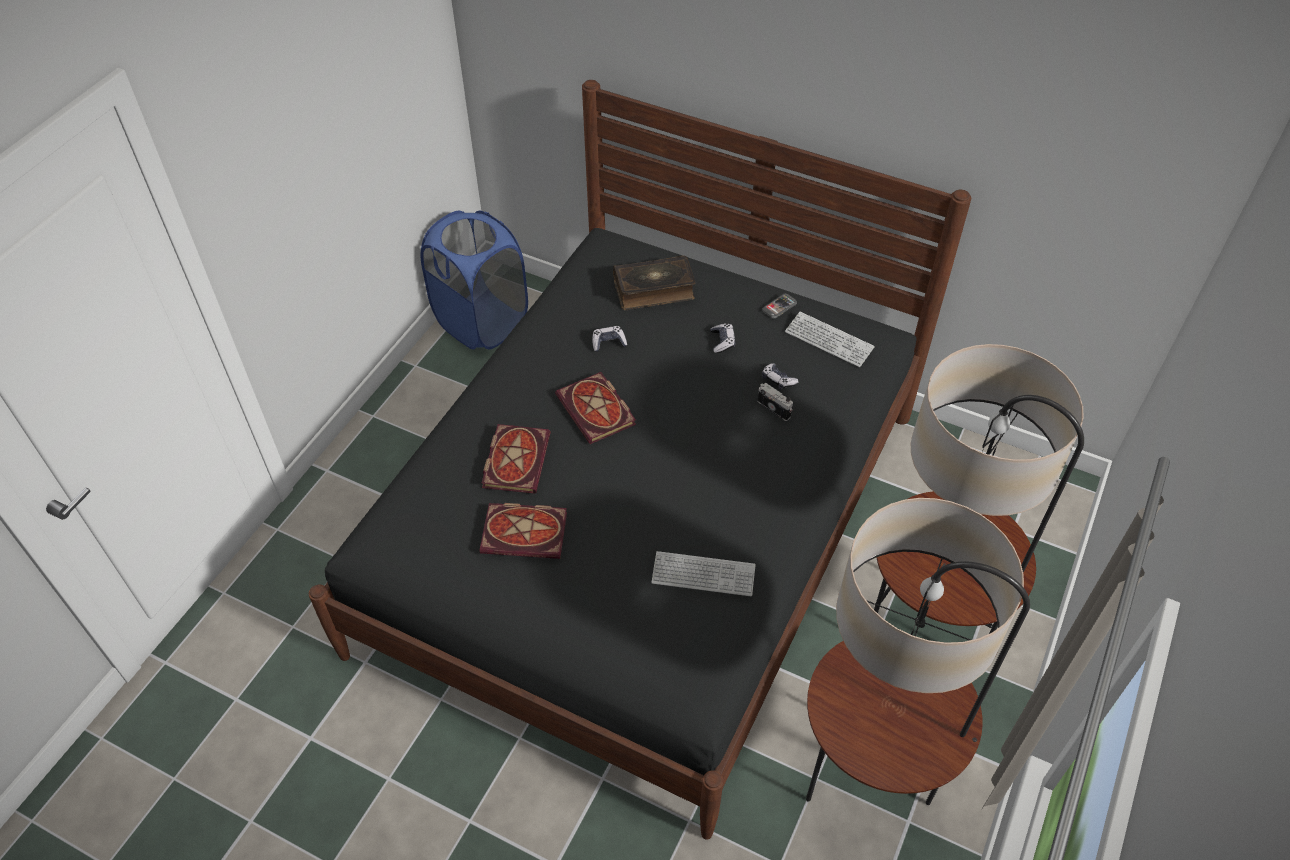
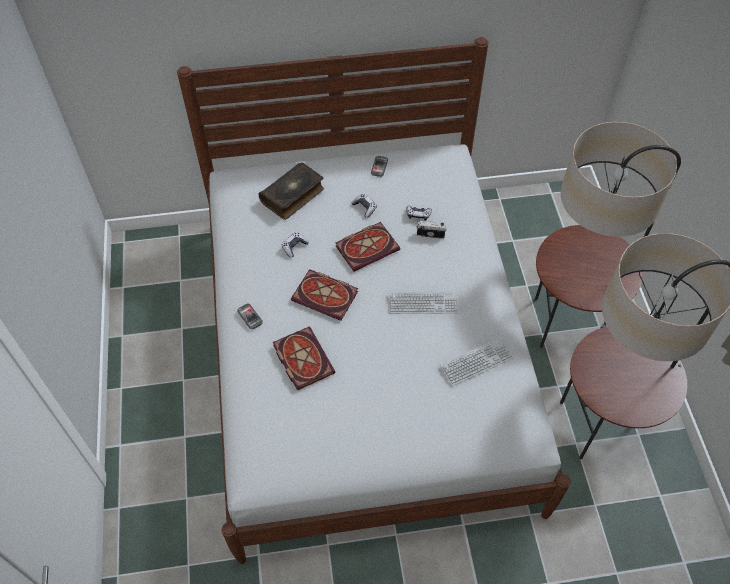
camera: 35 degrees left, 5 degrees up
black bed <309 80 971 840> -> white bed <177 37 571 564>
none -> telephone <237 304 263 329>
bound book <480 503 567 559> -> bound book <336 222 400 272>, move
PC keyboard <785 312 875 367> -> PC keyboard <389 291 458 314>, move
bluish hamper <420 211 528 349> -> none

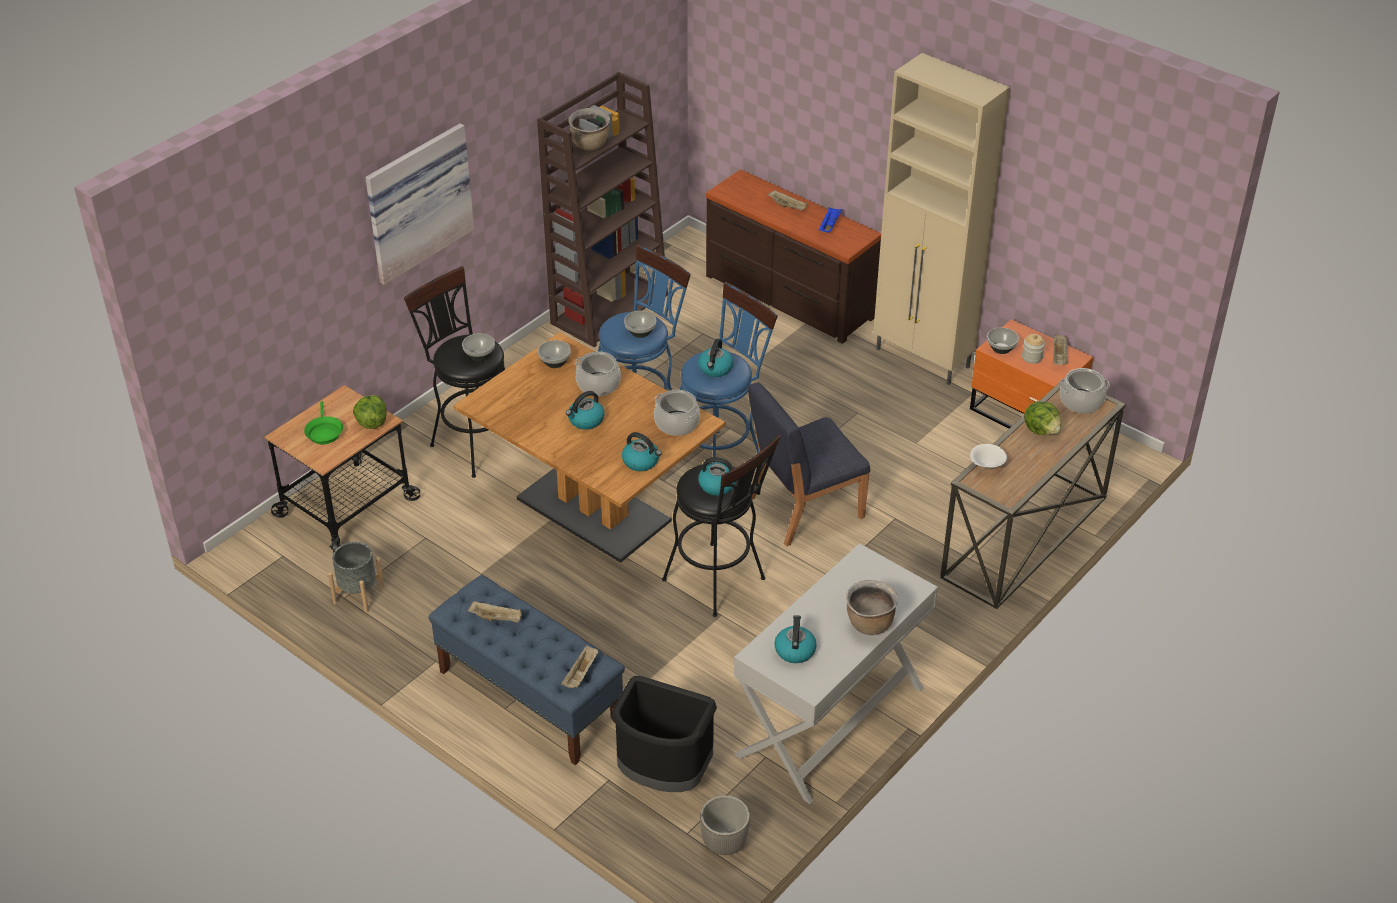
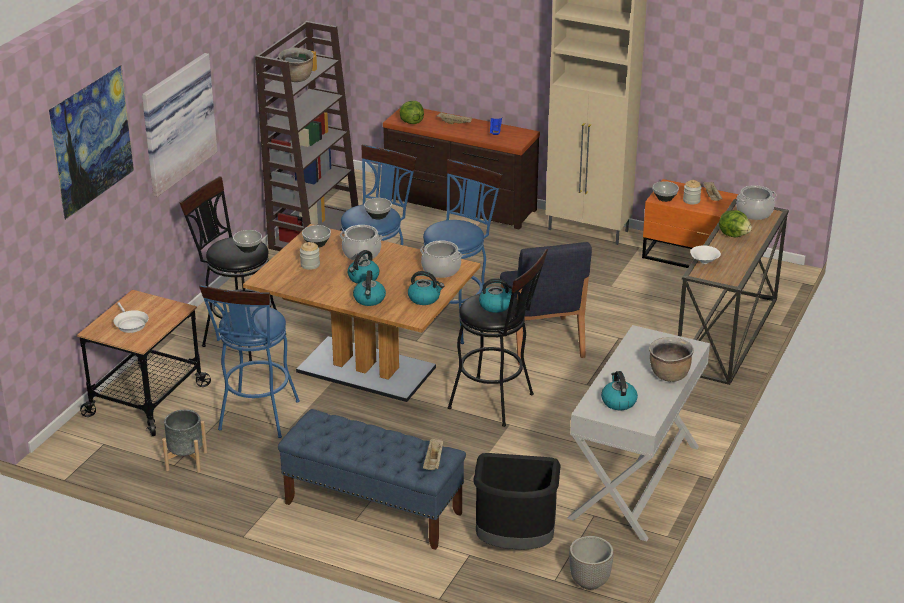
camera: 15 degrees left, 10 degrees down
none -> wall picture <49 65 134 220>
greenish pan <304 401 343 444> -> white pan <113 302 149 333>
none -> bluish sitting stool <199 285 300 438>
none -> preserve jar <300 242 320 270>
tea kettle <698 339 734 377> -> tea kettle <353 271 386 306>, move
head of lettuce <353 395 387 429> -> head of lettuce <400 101 424 124>, move
bluish chair <748 382 870 546> -> bluish chair <500 242 592 366>, 60 degrees counterclockwise
beige carrying tray <468 601 522 623> -> none

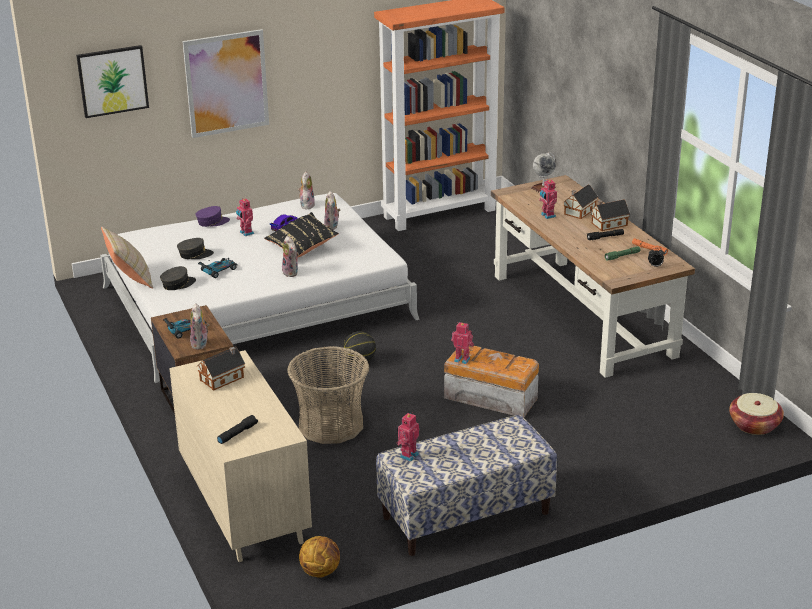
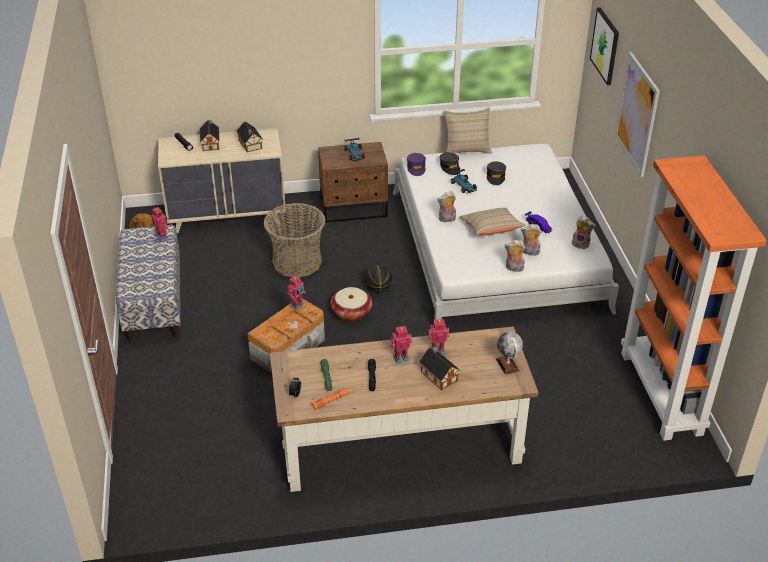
camera: 105 degrees right, 10 degrees up
miniature house <591 200 630 231> -> miniature house <200 120 219 151>, move
household basket <729 393 784 435> -> household basket <331 287 372 322>, move
toy robot <236 198 254 236> -> toy robot <390 326 412 364>, move
purplish baseball cap <195 206 230 227> -> purplish baseball cap <407 153 426 176>, move
black cushion <264 212 339 258> -> beige cushion <459 208 526 235>
cuddly toy <190 304 209 350> -> cuddly toy <504 240 525 272>, move

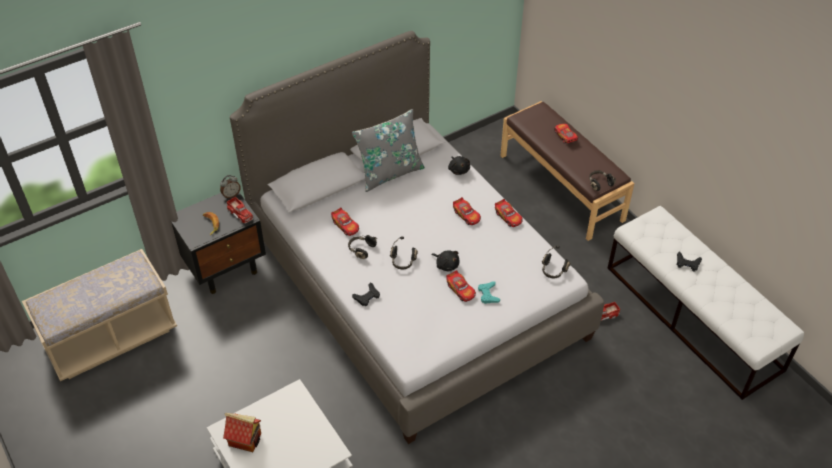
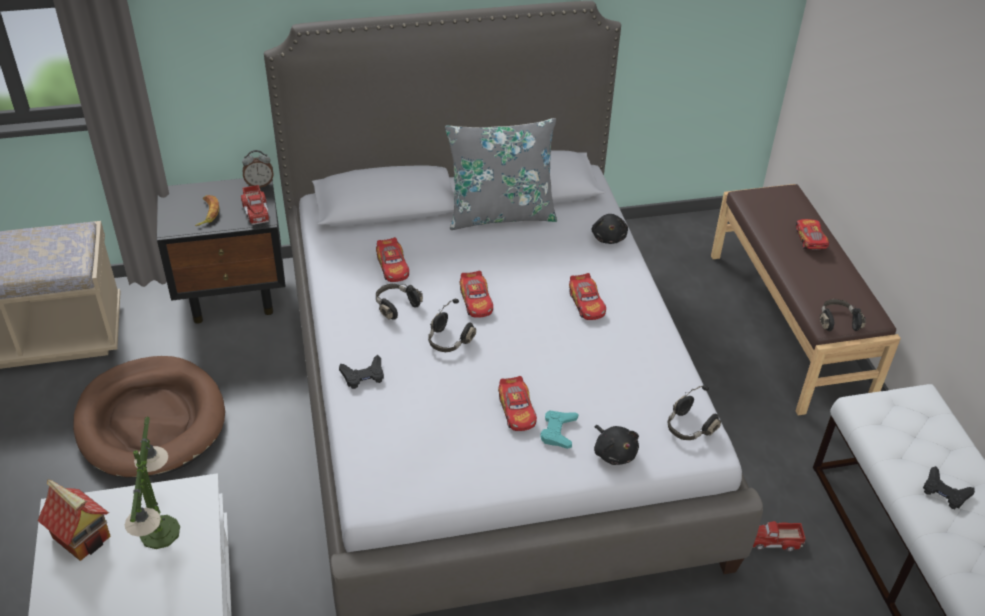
camera: 20 degrees right, 5 degrees down
none -> brown-coloured pet bed <73 356 225 478>
none -> lamp for a table <125 417 180 549>
toy car <495 199 523 227> -> toy car <460 271 493 318>, move
black cuddly toy <432 250 459 271> -> black cuddly toy <594 425 639 465>, move

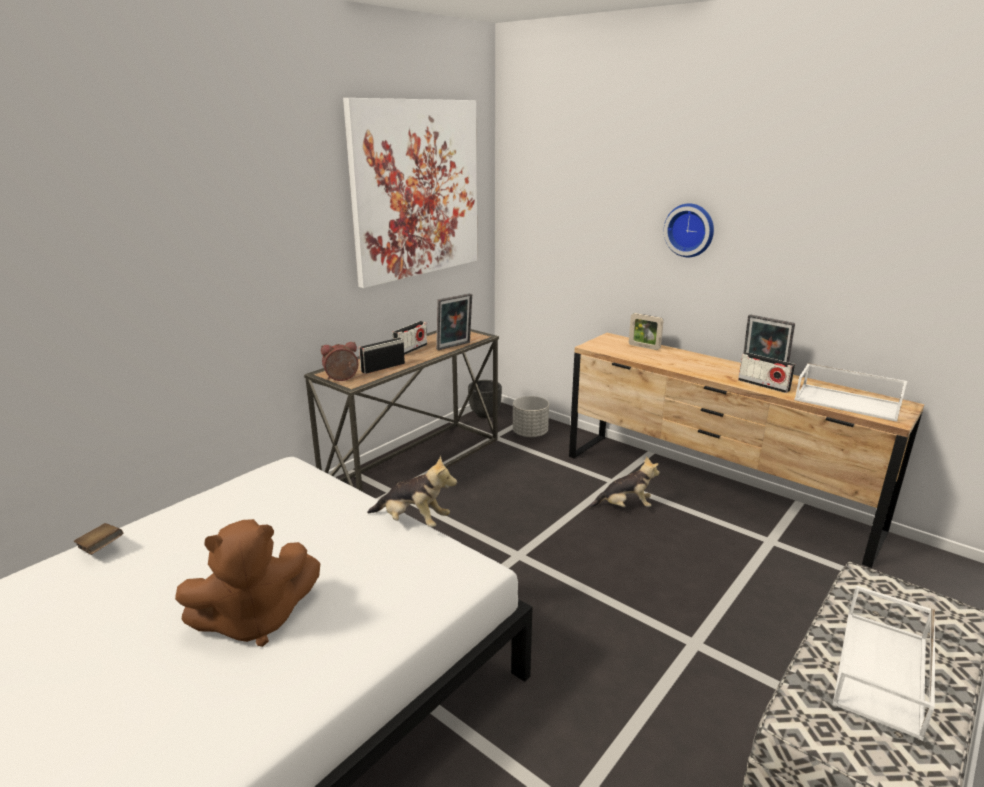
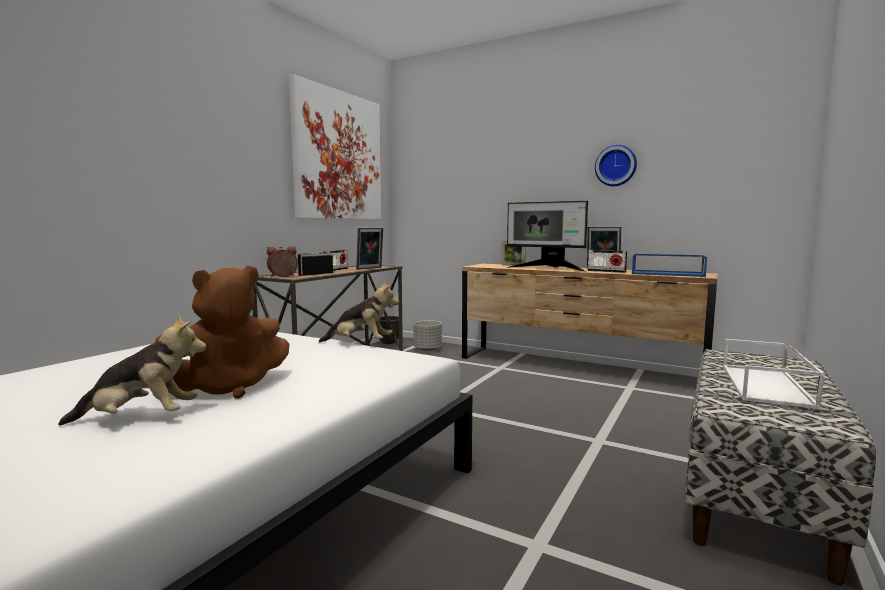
camera: 10 degrees left, 15 degrees down
cuddly toy <590 456 660 508> -> cuddly toy <58 314 207 426>, move
none -> computer screen <506 201 588 272>
hanging clock <664 203 714 257> -> hanging clock <595 145 637 186>, move
white carrying tray <794 363 908 422> -> bluish carrying tray <632 254 707 277>
brown-coloured bound book <74 523 123 555> -> none

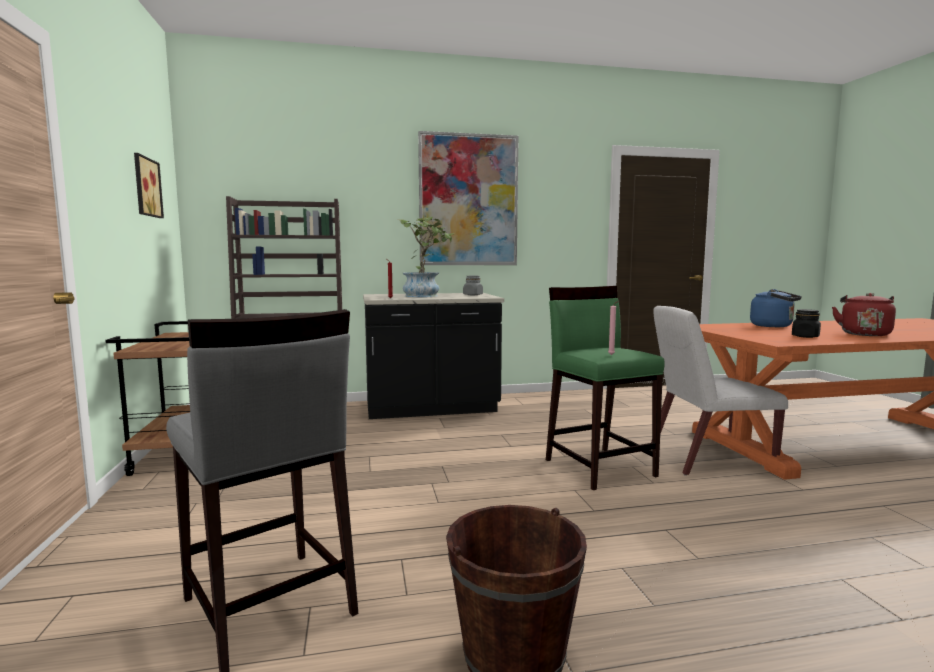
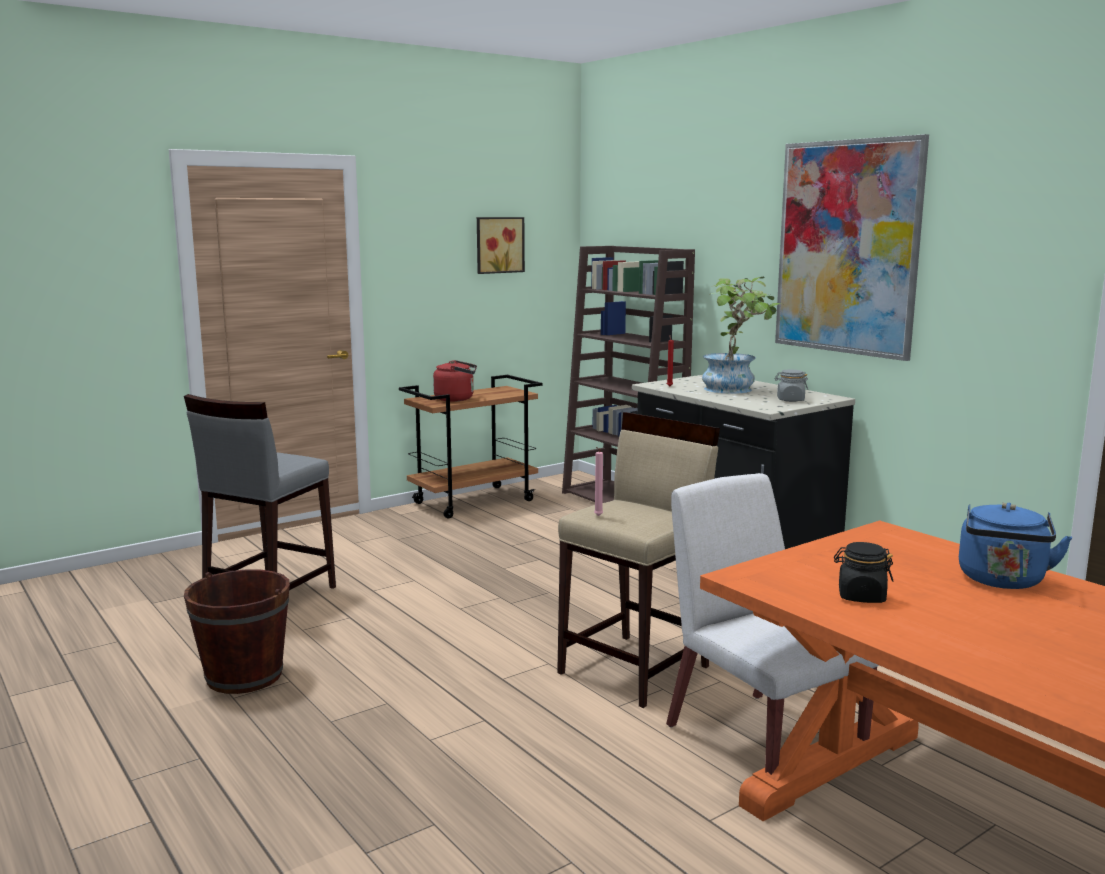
camera: 65 degrees right, 5 degrees up
red-coloured tea kettle <832 293 896 336> -> red-coloured tea kettle <433 360 477 402>, move
greenish sitting stool <546 286 665 490> -> beige sitting stool <557 412 720 708>

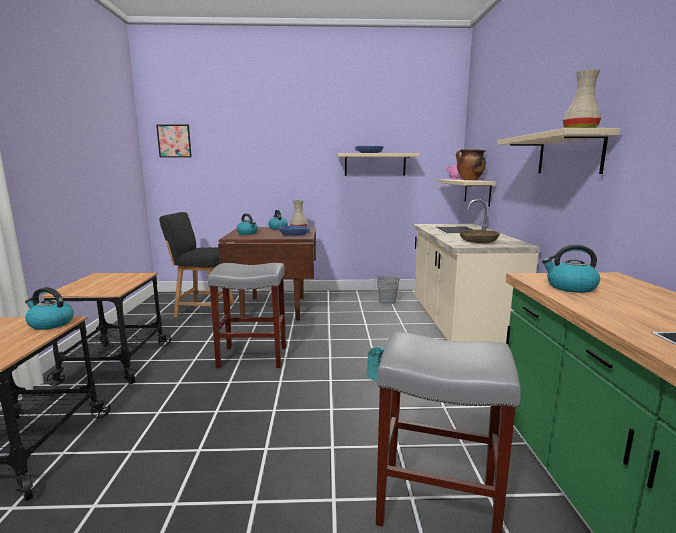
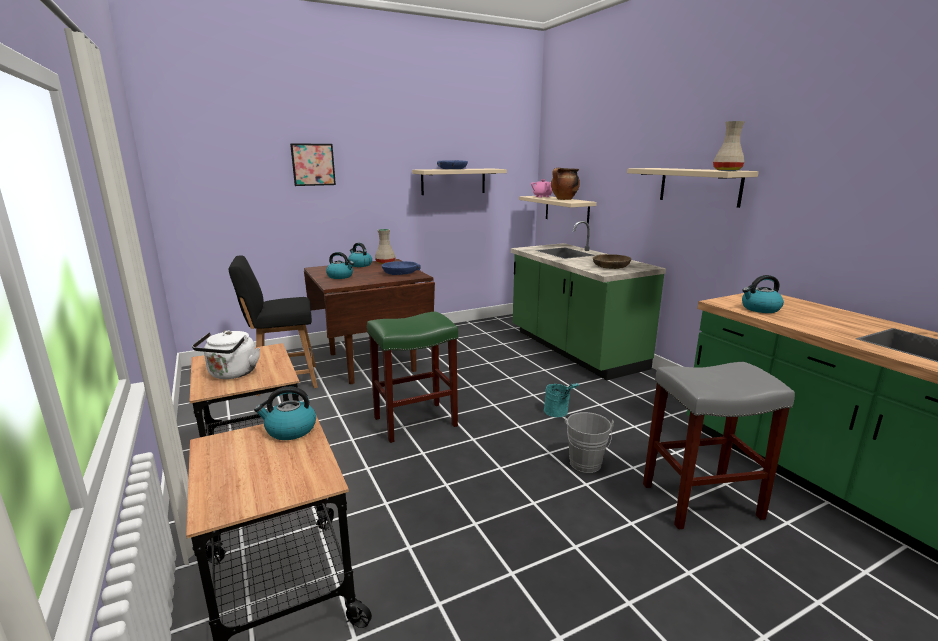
camera: 25 degrees left, 5 degrees up
none -> white tea kettle <192 330 260 379>
wall picture <156 124 192 157> -> wall picture <290 143 336 186>, move
grey sitting stool <208 263 286 368> -> greenish sitting stool <367 312 458 443>
beige kitchen counter <413 199 540 343> -> greenish kitchen counter <511 221 666 380>
grey pail <376 274 400 305> -> grey pail <565 412 614 473>, move

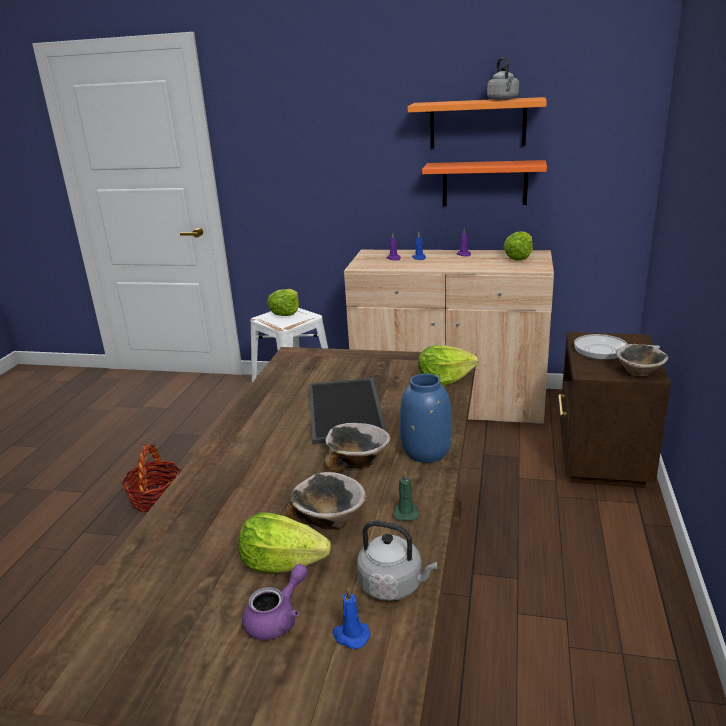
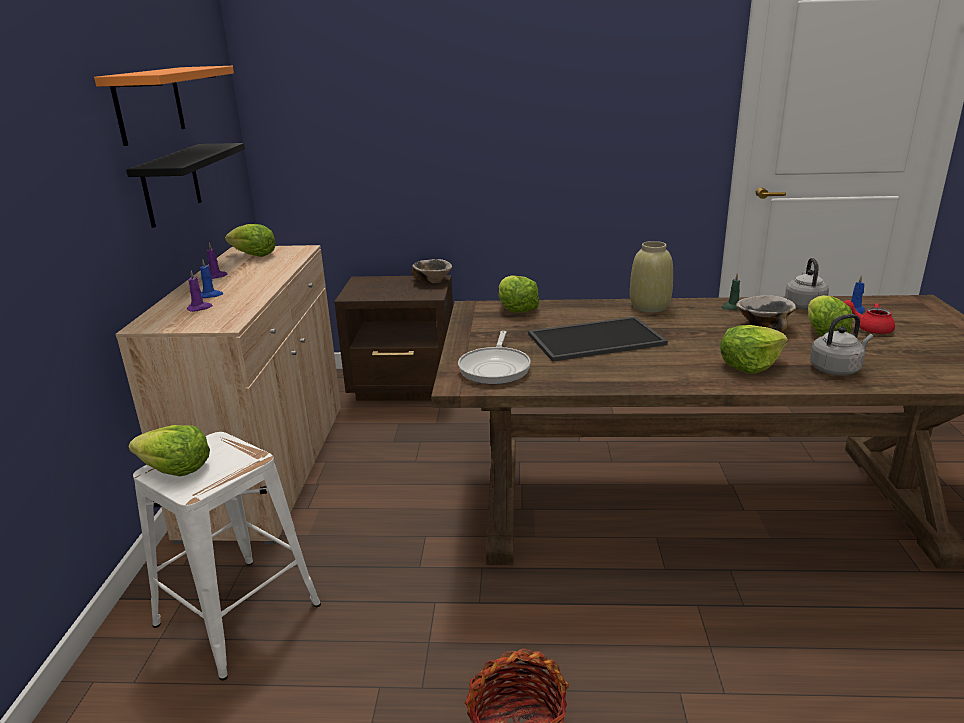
camera: 100 degrees left, 0 degrees up
orange-coloured wall shelf <422 160 547 206> -> black wall shelf <126 143 245 228>
pan <574 334 660 360> -> pan <458 331 531 384>, move
bluish vase <400 374 452 463> -> beige vase <630 241 673 313>
none -> head of lettuce <720 325 788 374>
grey tea kettle <487 57 519 100> -> grey tea kettle <810 314 874 375>, move
purplish teapot <242 564 308 640> -> red-coloured teapot <844 300 895 334>
bowl <324 423 390 472> -> none

